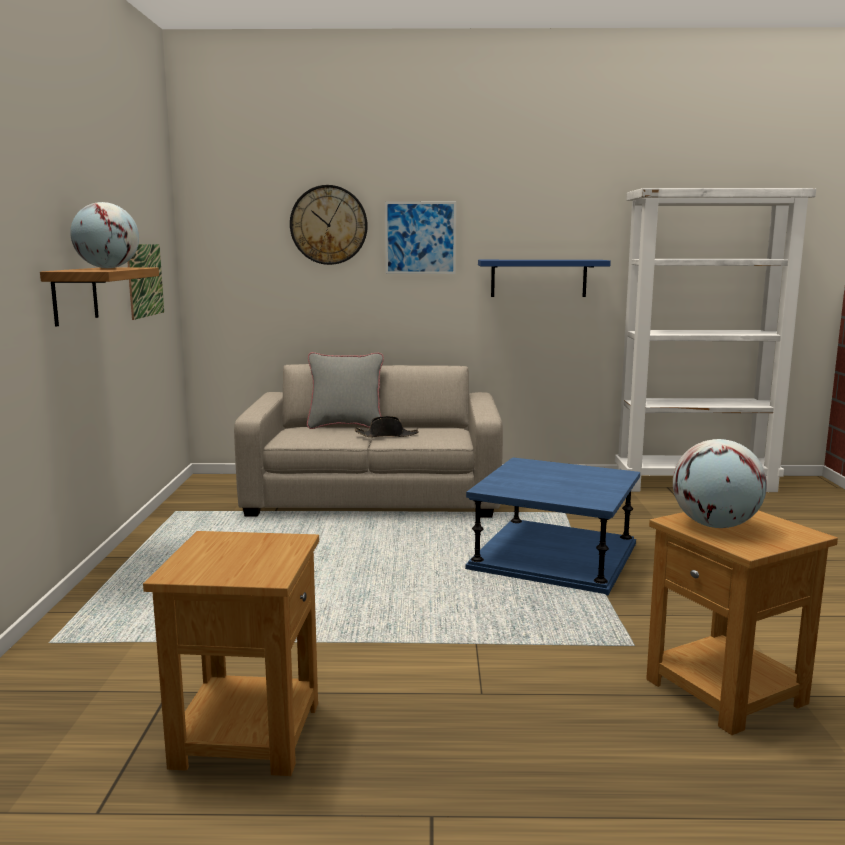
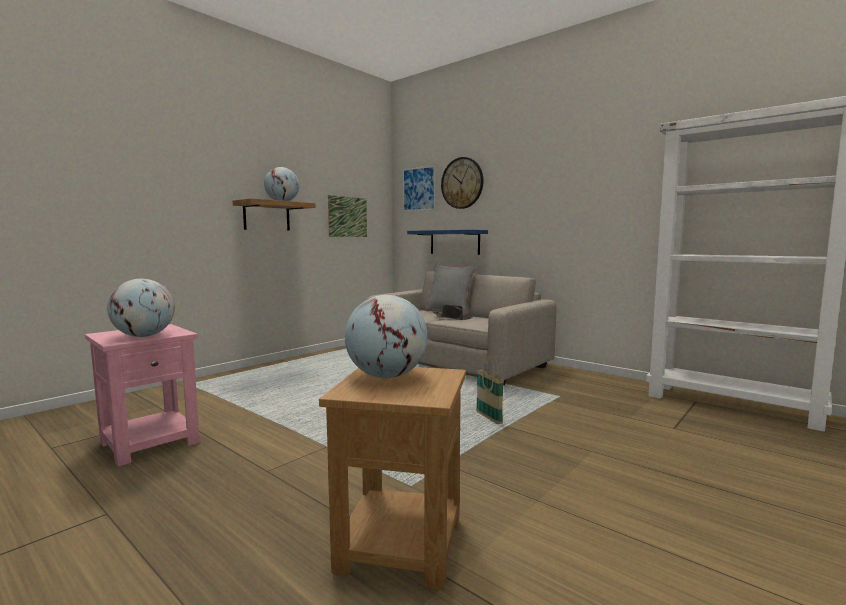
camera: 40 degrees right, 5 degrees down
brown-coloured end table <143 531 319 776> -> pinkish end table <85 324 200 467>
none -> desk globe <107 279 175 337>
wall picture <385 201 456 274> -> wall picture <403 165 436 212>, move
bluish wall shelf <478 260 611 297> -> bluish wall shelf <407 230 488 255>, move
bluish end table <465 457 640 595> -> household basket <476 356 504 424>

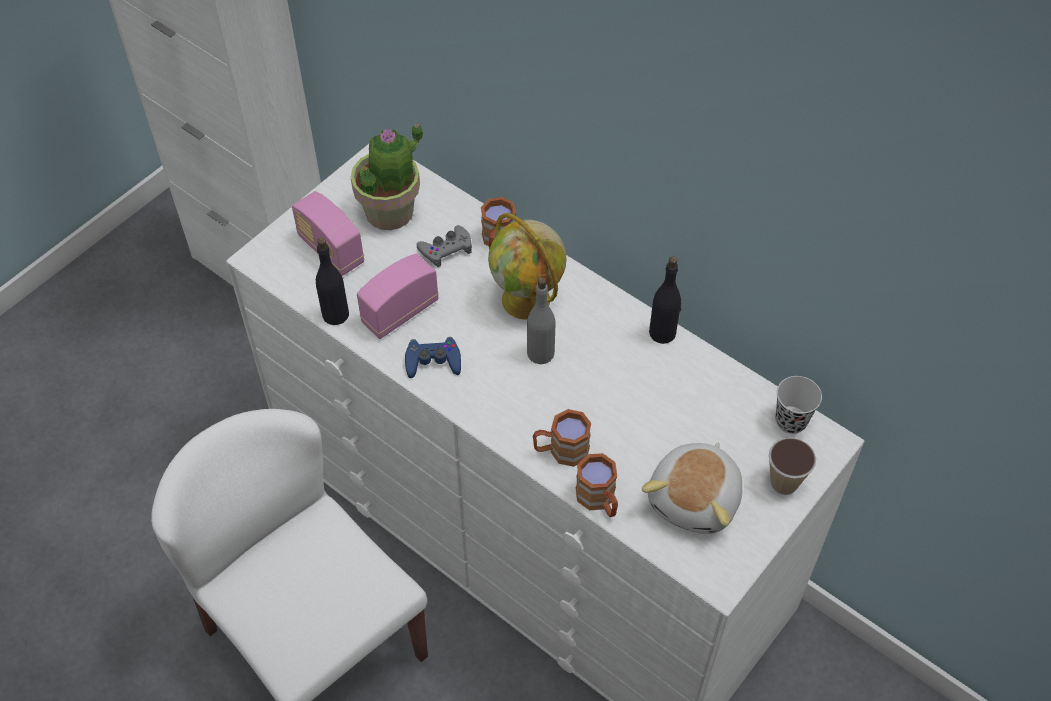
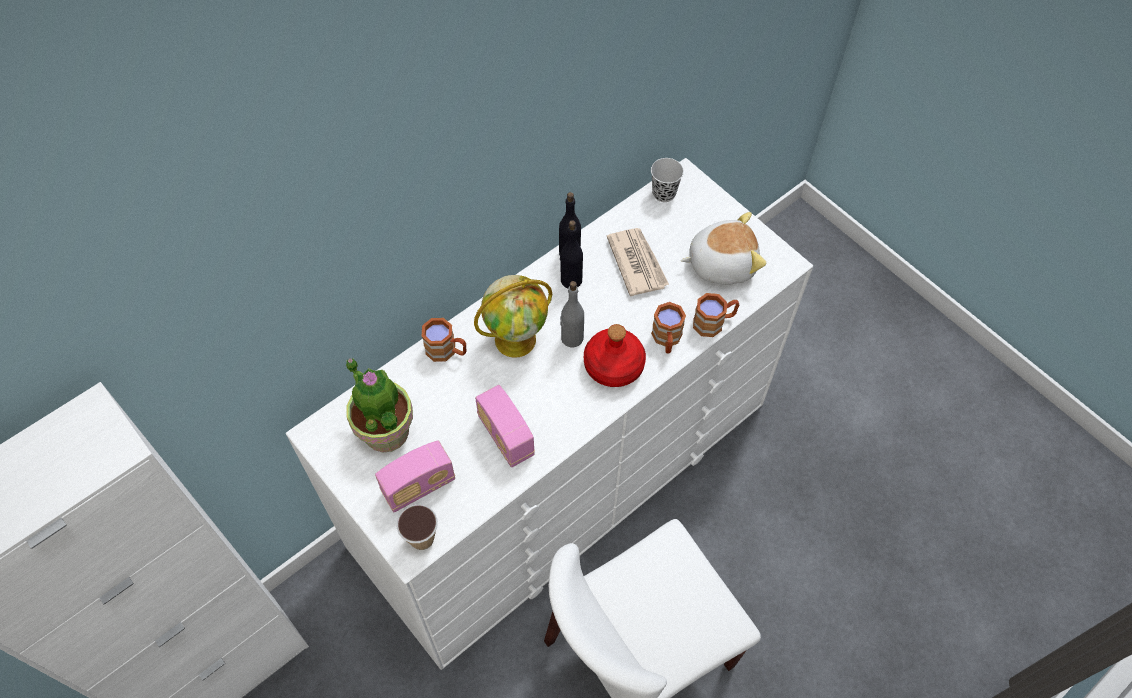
camera: 80 degrees left, 5 degrees up
drinking cup <769 437 816 495> -> drinking cup <397 505 438 550>, move
black beverage bottle <316 237 349 325> -> black beverage bottle <560 220 583 288>, move
none -> red-coloured beverage bottle <584 324 646 387>
none -> printed paper <607 228 669 296>
cuddly toy <642 443 742 534> -> cuddly toy <681 212 766 285>, 45 degrees counterclockwise
bluish gamepad <405 337 461 378> -> none
grey gamepad <417 225 472 267> -> none

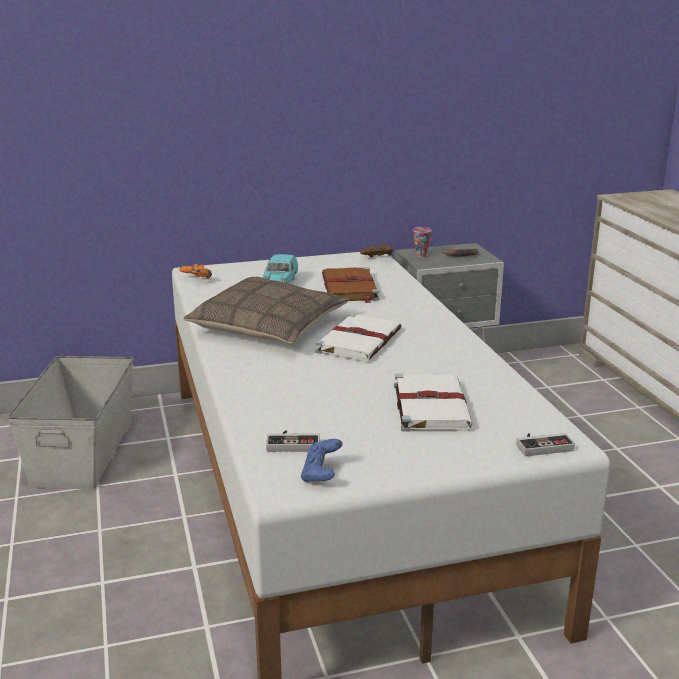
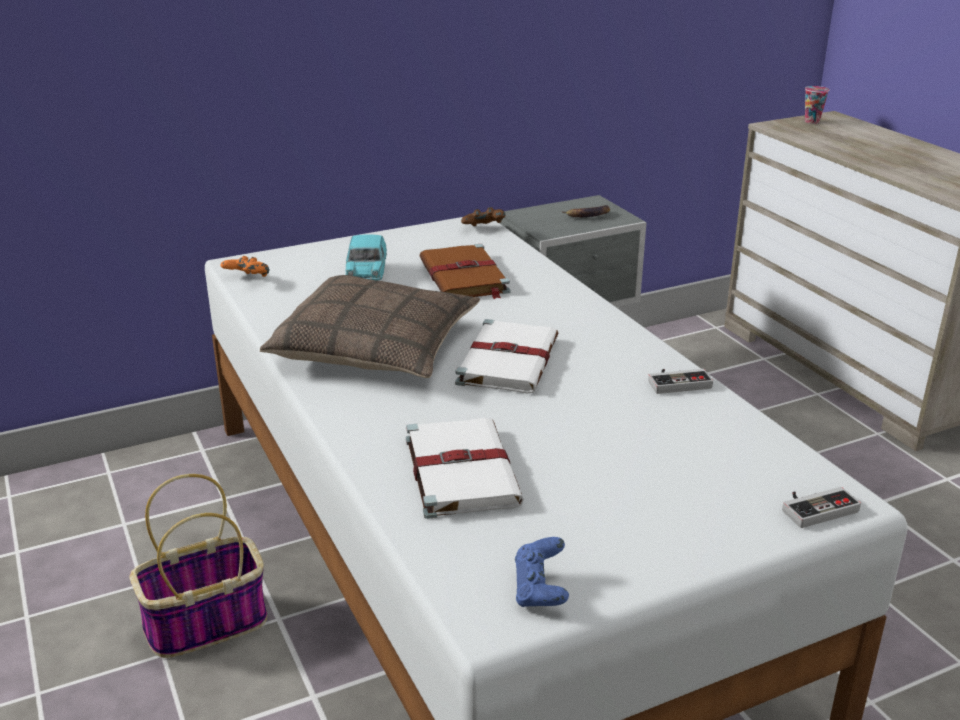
camera: 10 degrees left, 5 degrees up
none -> household basket <129 474 267 658>
white bound book <394 374 473 432> -> white bound book <406 418 524 519>, move
gamepad <266 430 320 452> -> gamepad <648 369 713 394>, move
drinking cup <413 227 432 257> -> drinking cup <805 86 830 124>, move
grey storage bin <7 356 134 489> -> none

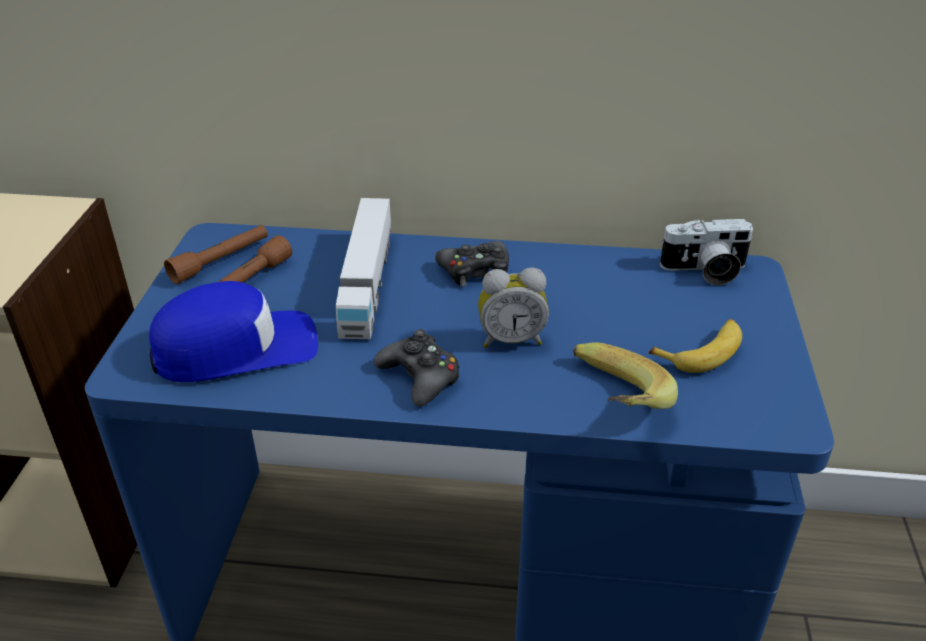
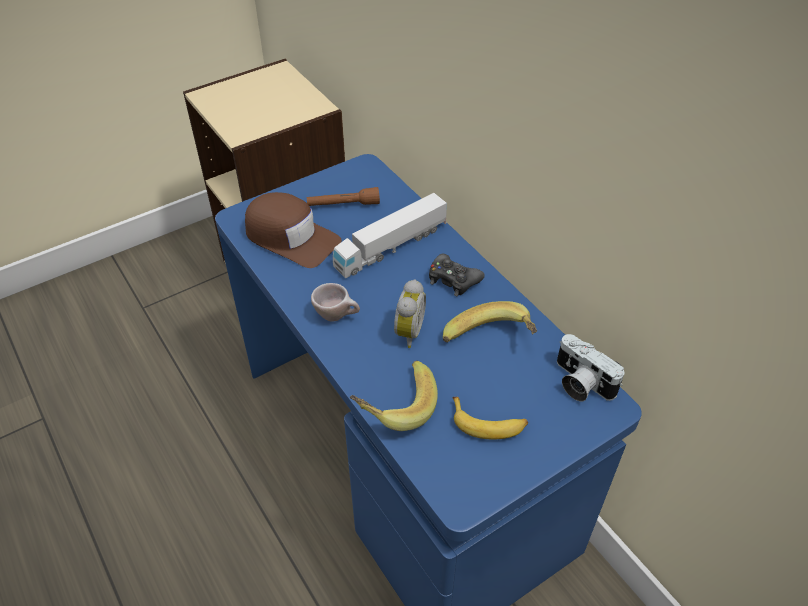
camera: 50 degrees right, 10 degrees up
bluish baseball cap <149 281 318 382> -> brown-coloured baseball cap <245 192 342 268>
black gamepad <374 329 460 407> -> beige drinking cup <311 283 360 321>
alarm clock <478 267 549 348> -> alarm clock <394 279 426 348>, 120 degrees counterclockwise
none -> banana fruit <443 301 537 342>
brown-coloured torch <164 225 268 284> -> none

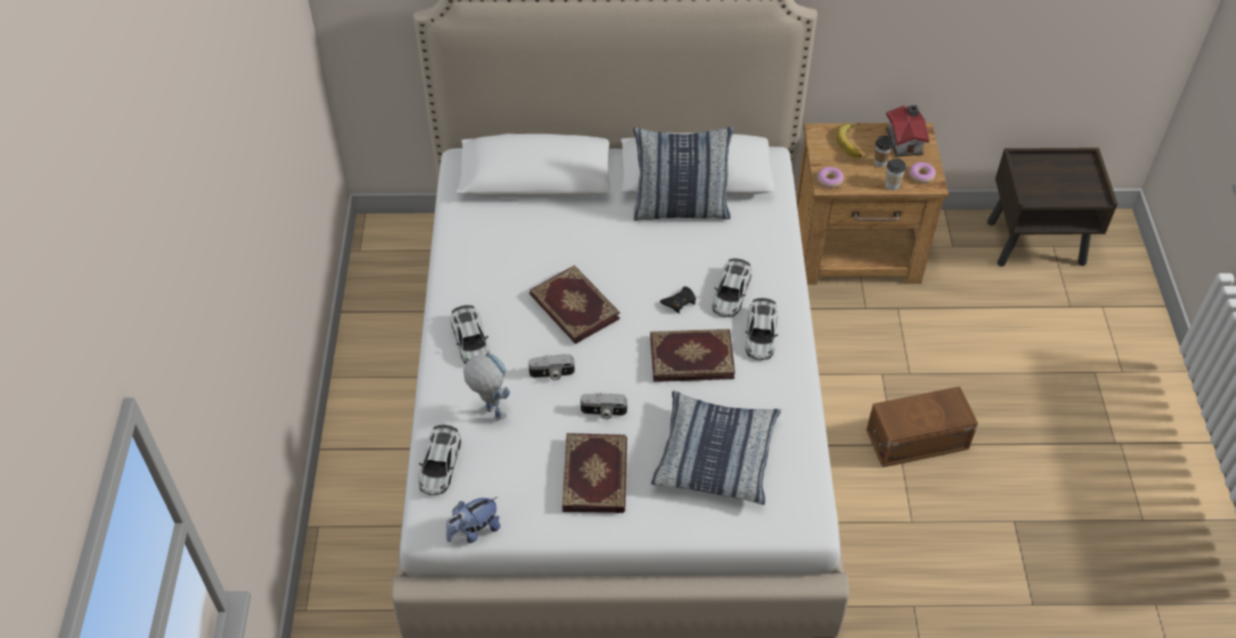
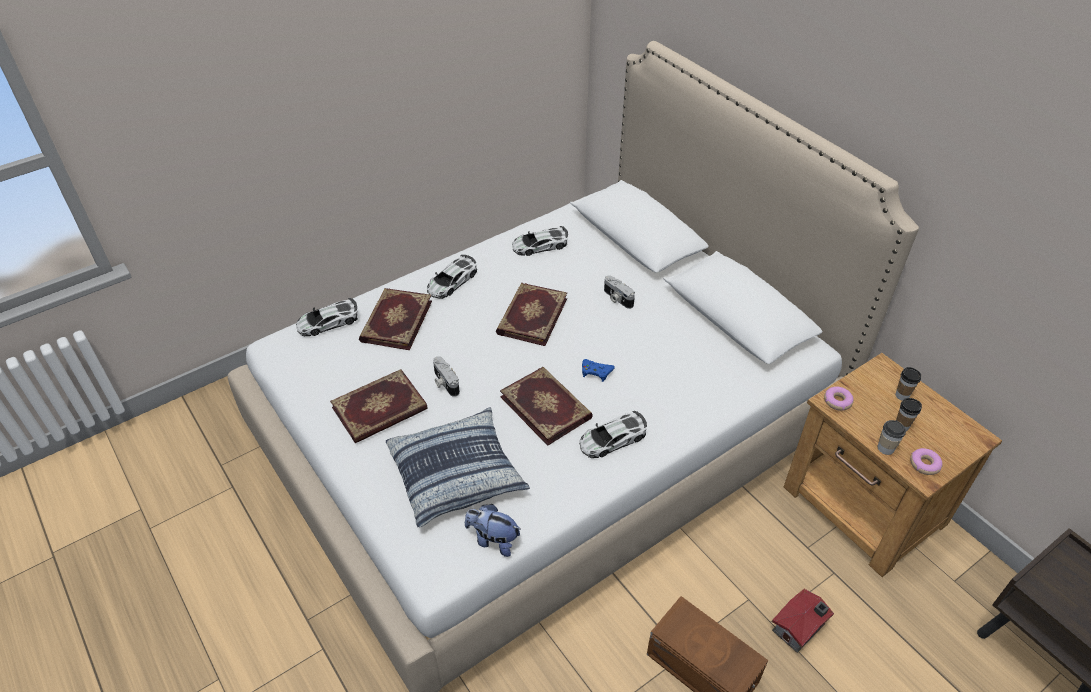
camera: 55 degrees right, 5 degrees down
toy robot <463 354 510 421> -> bound book <359 288 432 350>
cuddly toy <446 497 500 543> -> cuddly toy <465 504 520 557>, move
toy car <712 259 752 317> -> toy car <512 226 568 256>, move
black gamepad <660 286 696 314> -> bluish gamepad <582 359 615 382>
photo camera <528 354 575 380> -> photo camera <604 275 635 309>, move
miniature house <886 105 930 157> -> miniature house <772 589 834 653>, move
banana fruit <836 123 862 157> -> drinking cup <896 367 921 400>
cushion <633 127 734 221> -> none

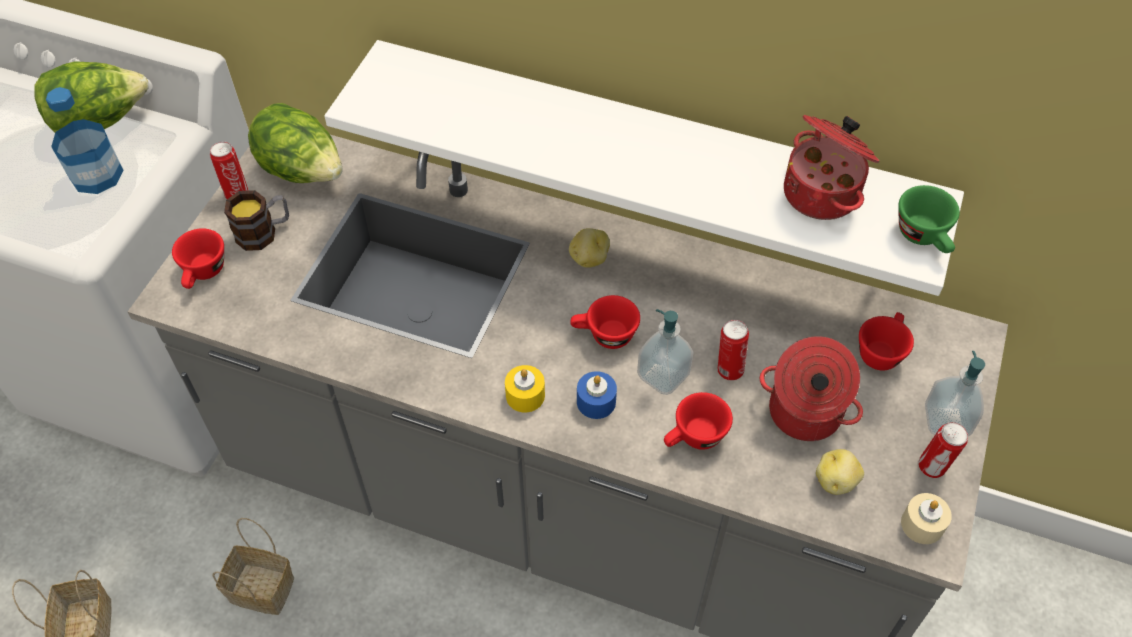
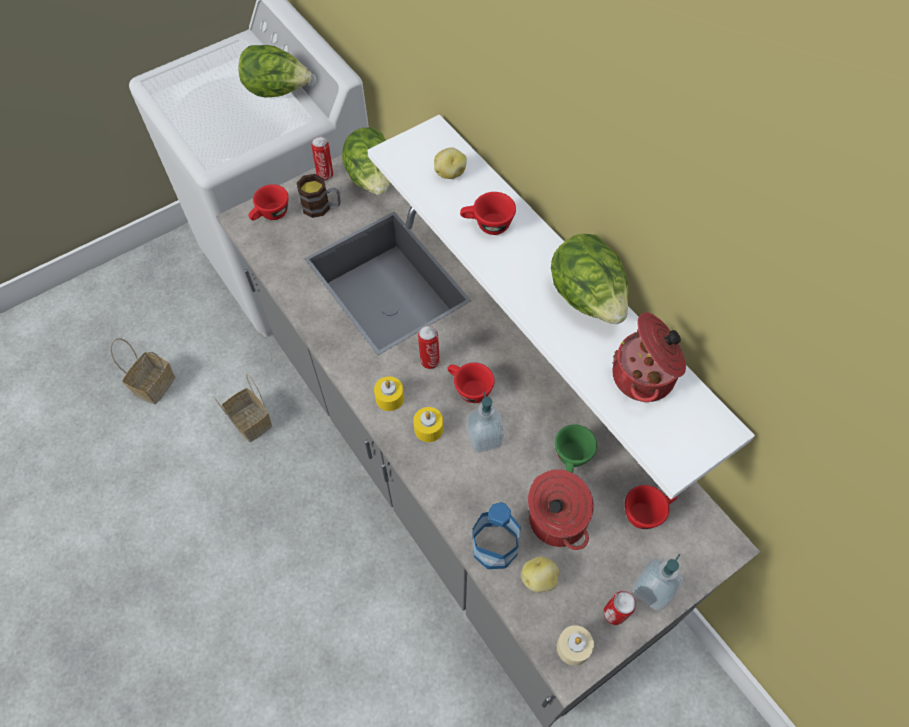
camera: 35 degrees right, 5 degrees up
bluish wax light <577 371 617 419> -> yellow-coloured wax light <413 407 444 442>
metal can <718 320 749 381> -> metal can <418 325 440 369>, move
spud <569 228 610 268> -> spud <434 147 467 179>, move
red-coloured drinking cup <664 392 733 450> -> red-coloured drinking cup <460 192 516 235>, move
beverage bottle <46 87 124 194> -> beverage bottle <473 502 521 569>, move
none -> head of lettuce <551 233 628 324>
greenish drinking cup <898 185 960 253> -> greenish drinking cup <555 424 597 473>, move

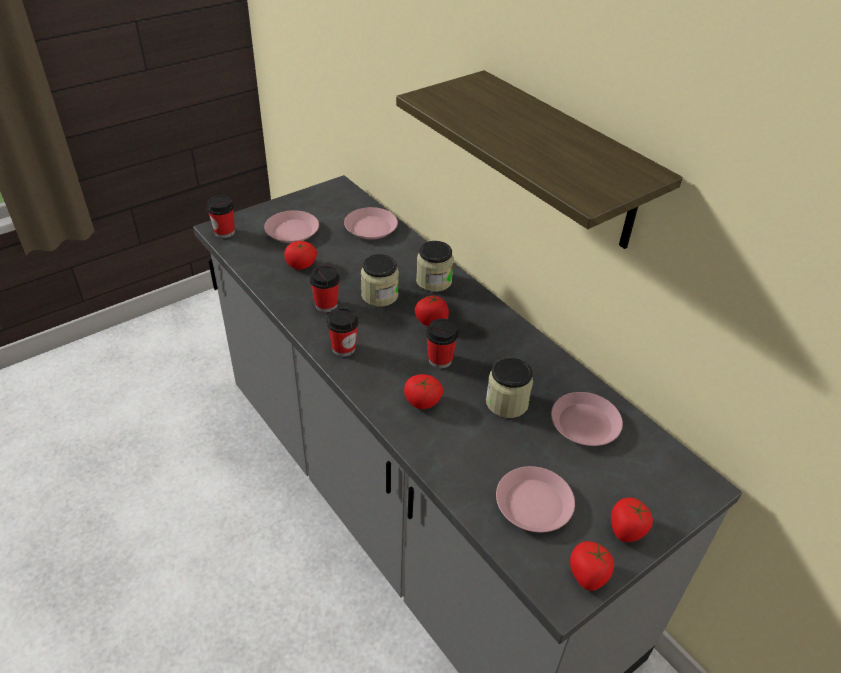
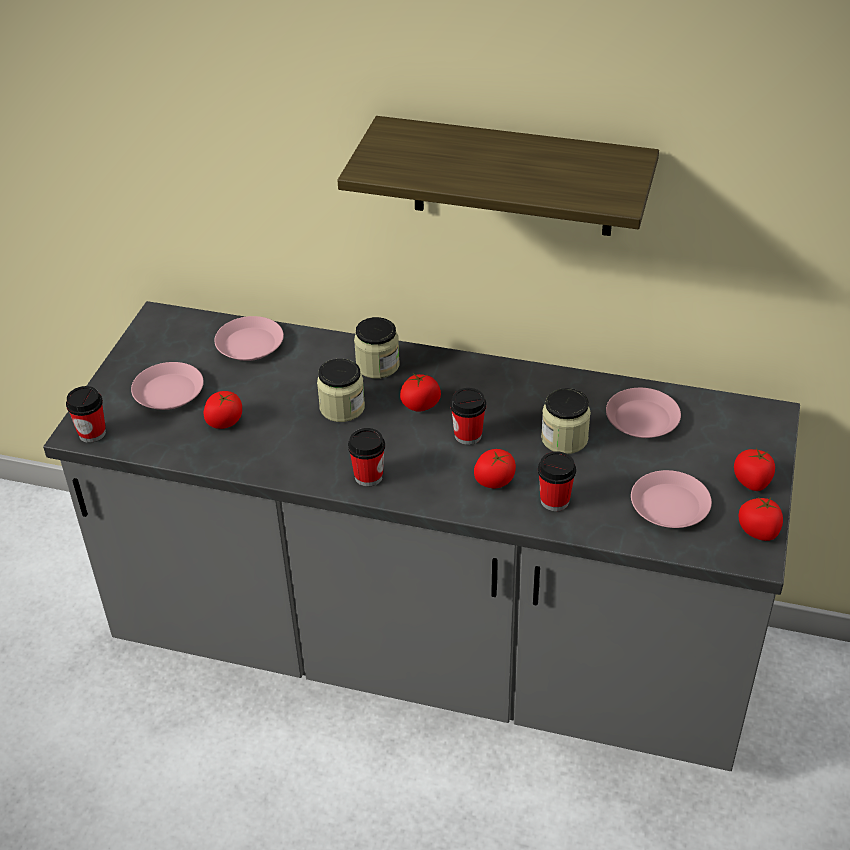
camera: 35 degrees left, 0 degrees up
drinking cup <310 265 340 312> -> drinking cup <538 452 576 511>, move

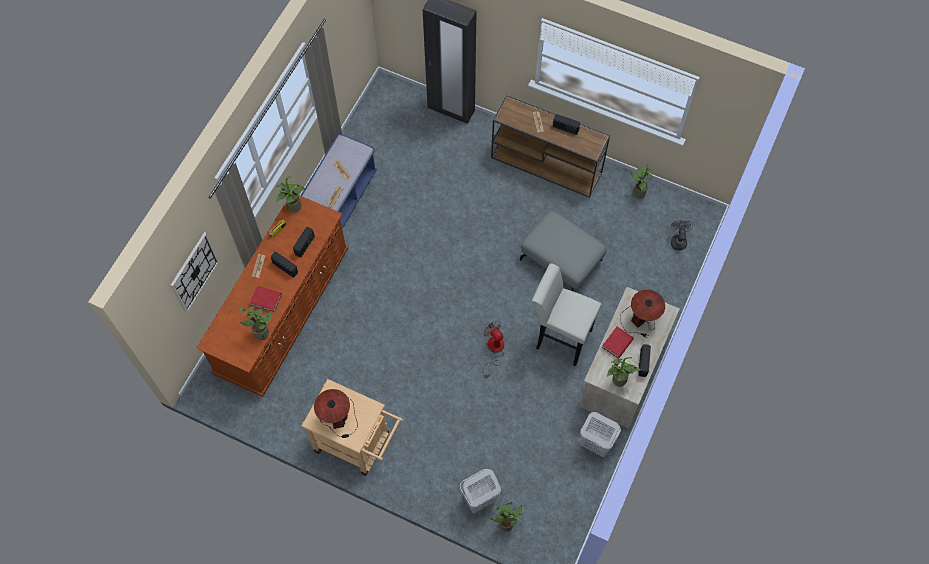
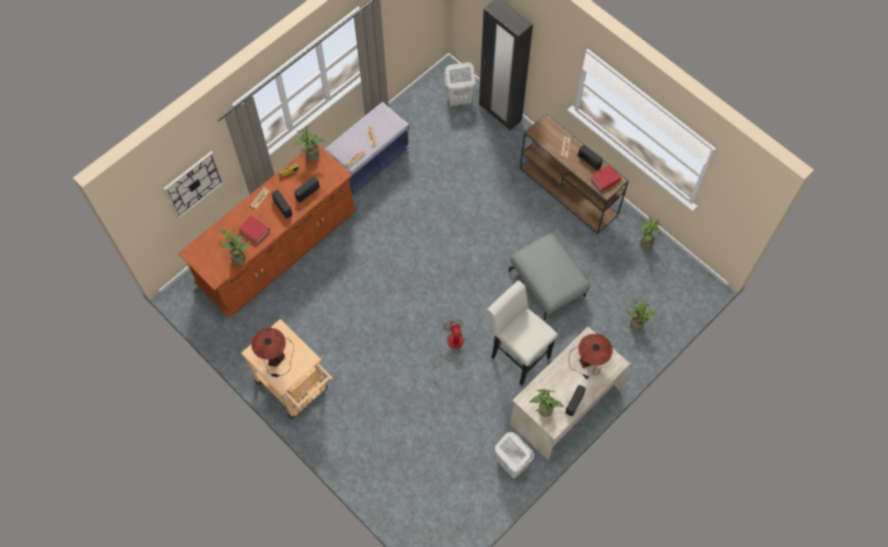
camera: 20 degrees right, 0 degrees up
white hamper <460 469 501 513> -> white hamper <444 62 476 106>, move
red-coloured bound book <602 327 634 359> -> red-coloured bound book <591 165 621 192>, move
plant in a pot <490 502 522 532> -> plant in a pot <626 299 657 332>, move
grey electric fan <671 219 693 250> -> none

